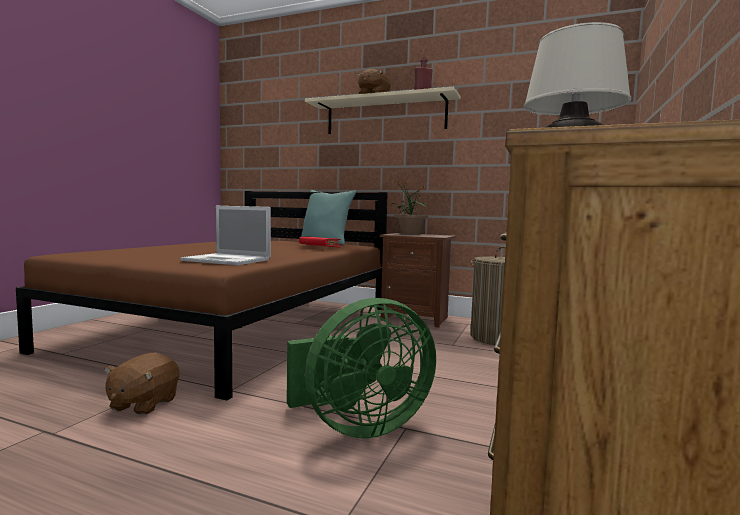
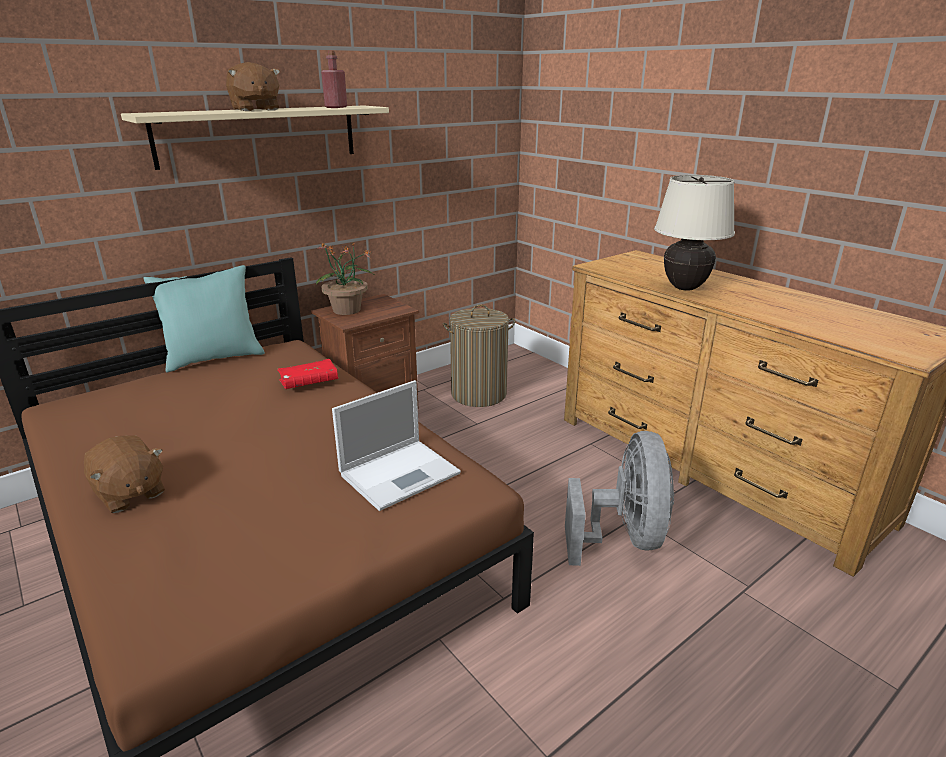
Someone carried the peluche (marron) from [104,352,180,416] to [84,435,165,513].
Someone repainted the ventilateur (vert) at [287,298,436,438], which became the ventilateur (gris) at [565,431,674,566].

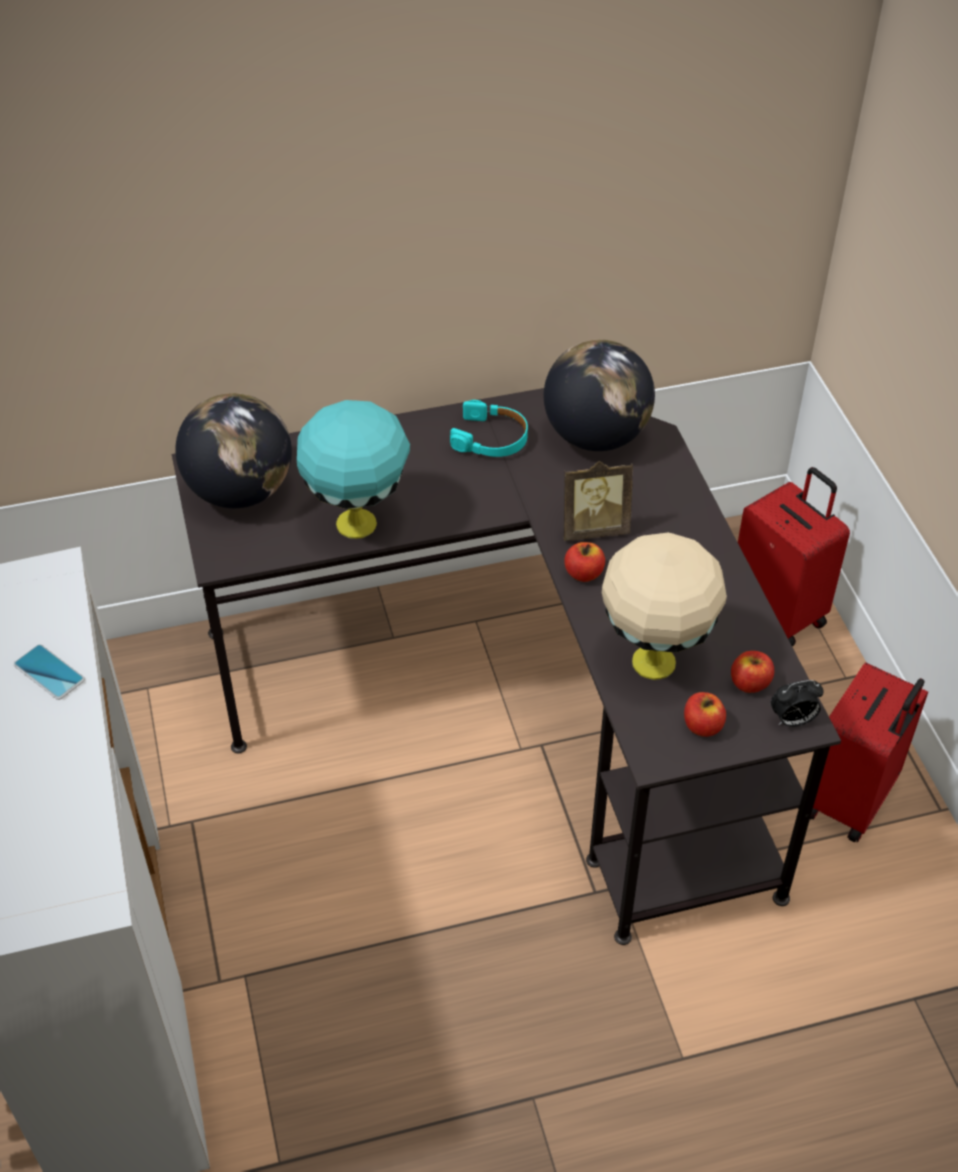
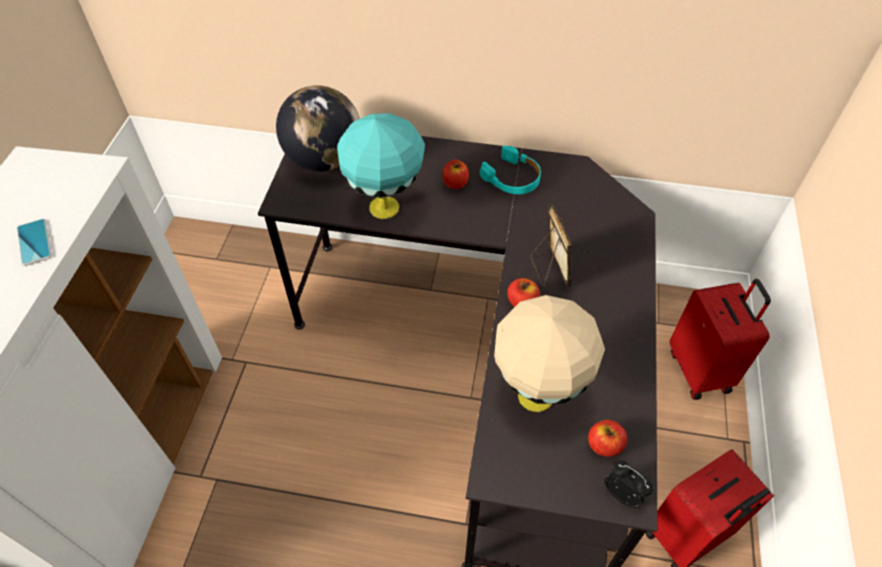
Someone carried the pomme from [684,692,726,737] to [442,160,469,189].
Someone rotated the cadre photo at [564,461,633,541] by 120 degrees counterclockwise.
Someone rotated the réveil at [771,680,824,727] by 150 degrees counterclockwise.
Someone took away the globe at [544,339,655,451].

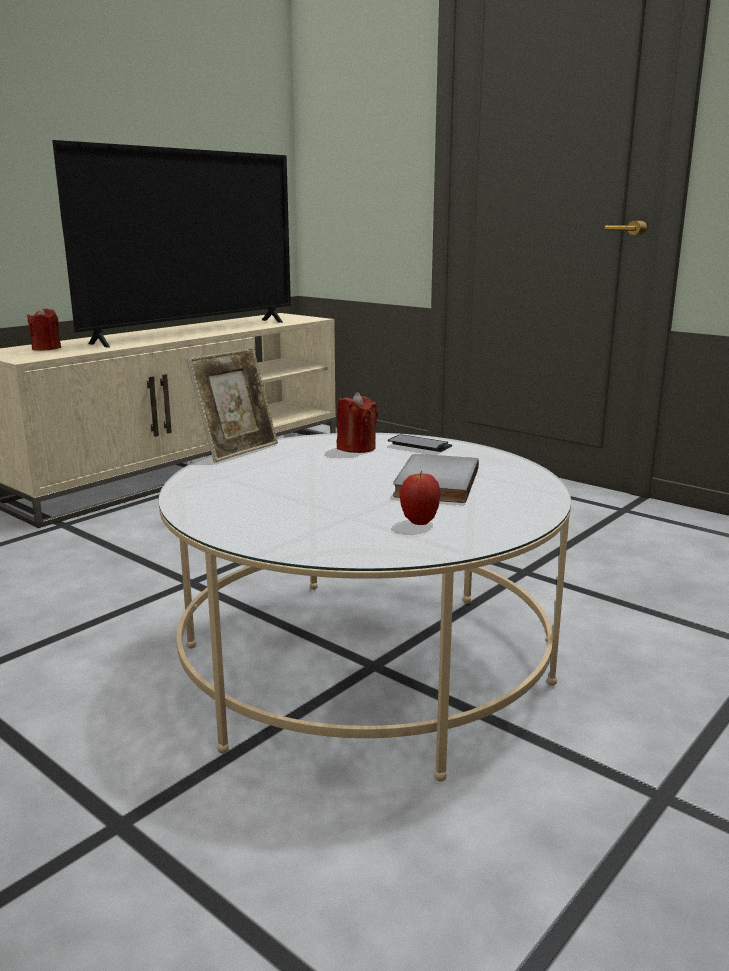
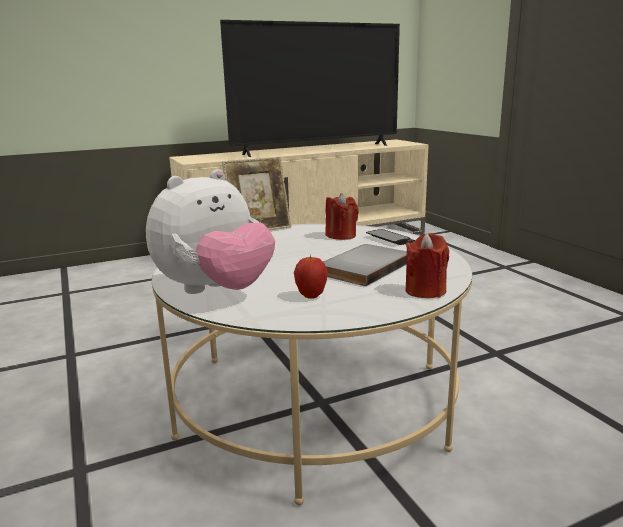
Someone put down the peluche at [146,169,275,294].
Someone carried the bougie (rouge) from [27,307,61,351] to [405,233,449,298].

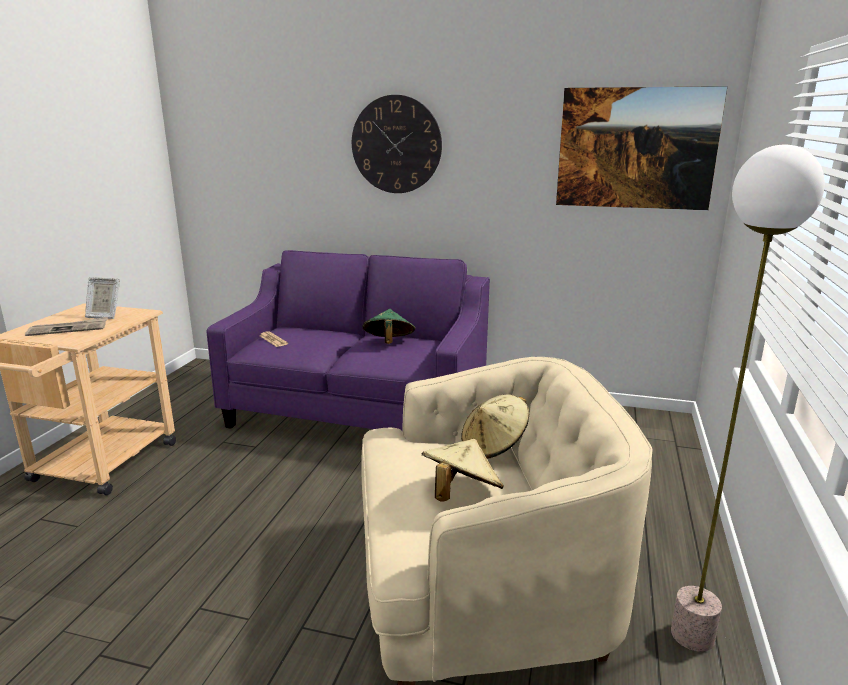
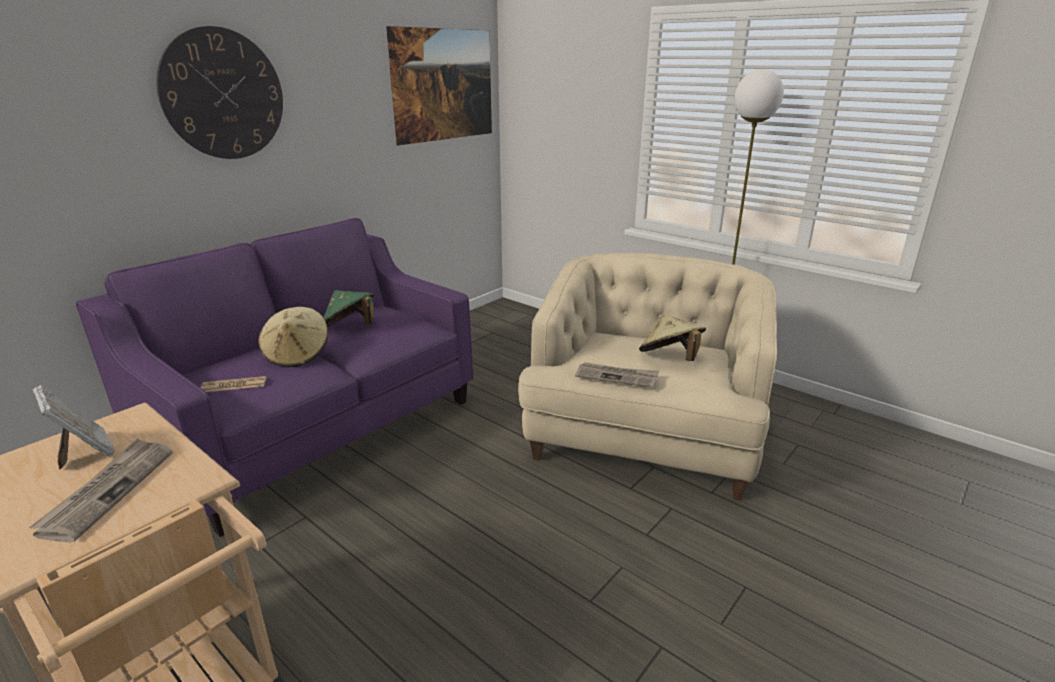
Someone rotated the cadre photo at [85,277,120,319] by 75 degrees counterclockwise.
Someone carried the chapeau (beige) from [461,395,529,459] to [258,307,328,367].
Someone put down the journal at [575,362,659,388].

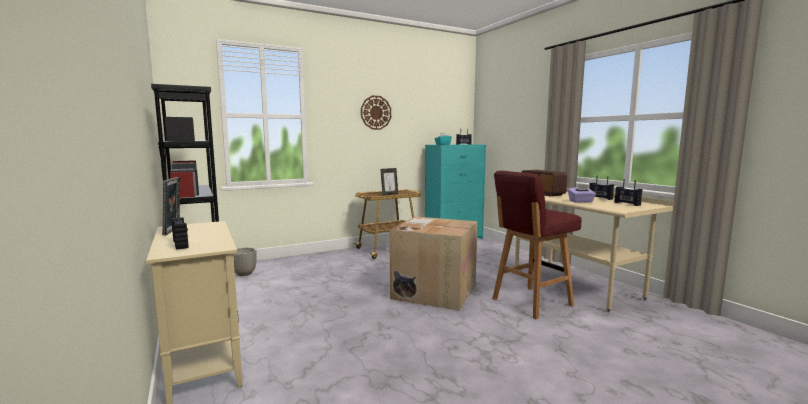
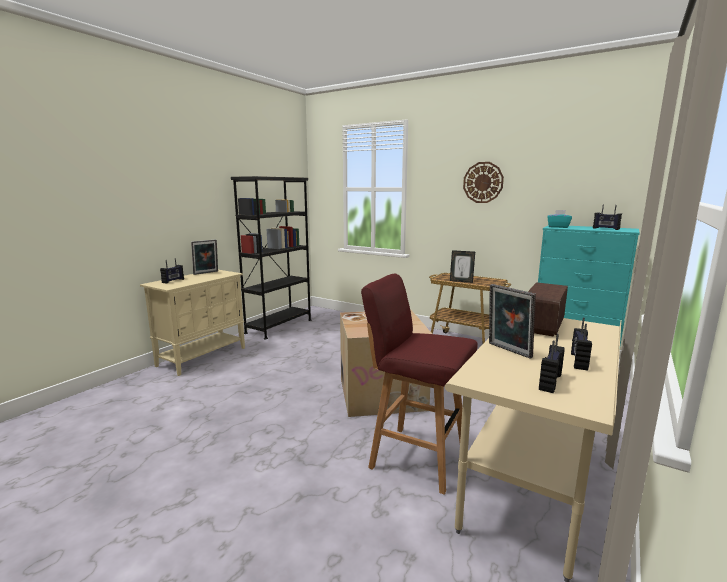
Someone swapped the boîte à mouchoirs (violet) at [568,184,596,203] for the cadre photo at [489,284,536,359].
Someone took away the cache-pot at [233,247,257,276].

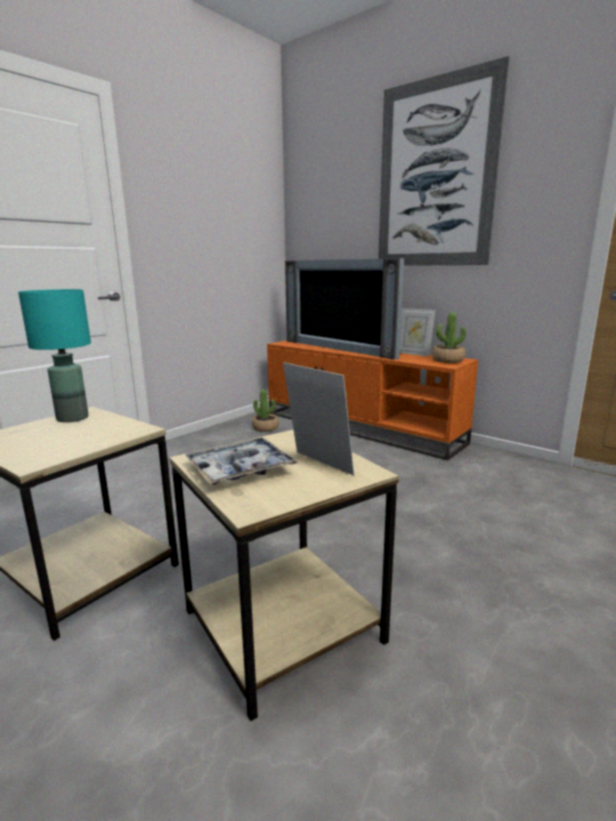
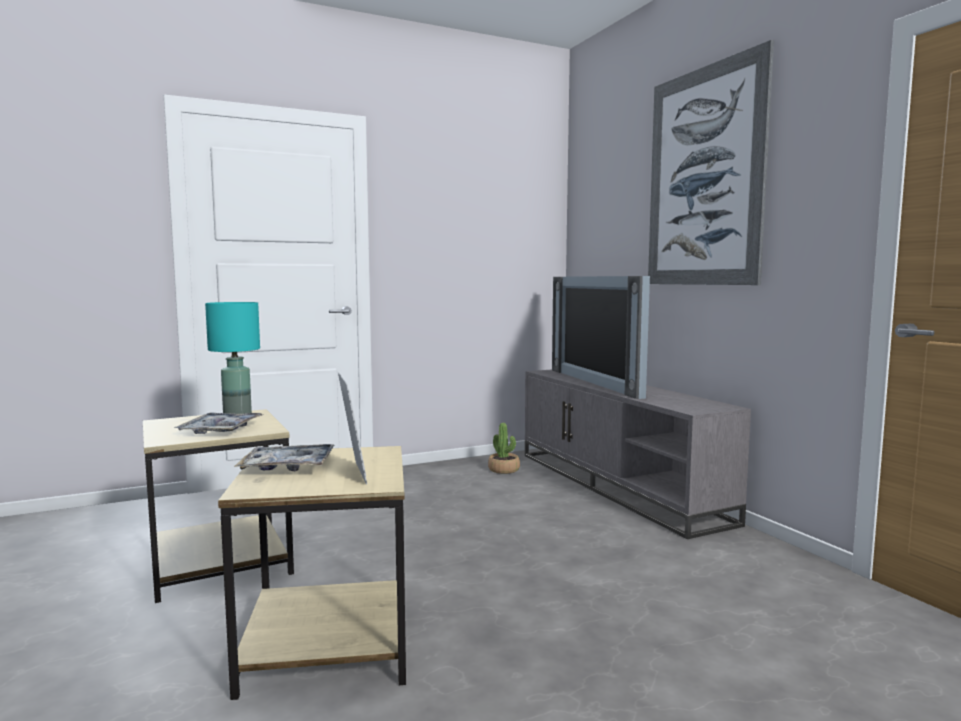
Someone put down the plateau at [174,412,263,434].
Someone repainted the meuble télé (orange) at [267,340,478,461], which became the meuble télé (gris) at [525,369,751,539].
Someone took away the cadre photo at [400,308,436,356].
Someone took away the plante en pot at [432,312,466,363].

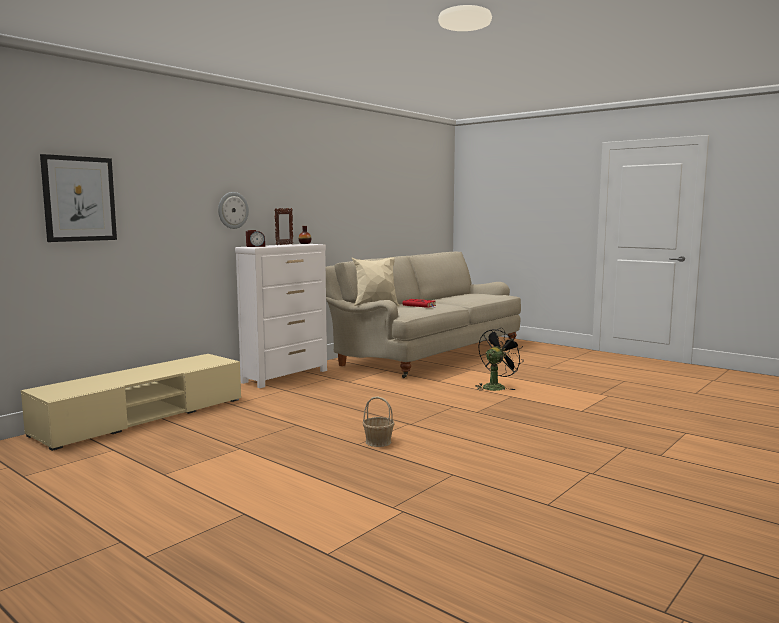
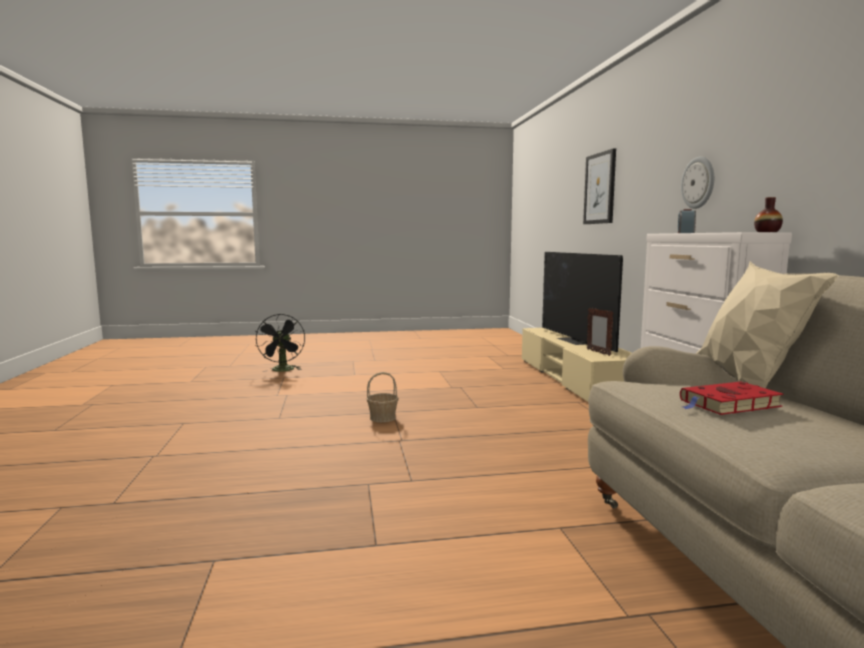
Someone carried the ventilateur (noir) from [475,327,523,391] to [255,314,305,372].
Someone put down the téléviseur at [542,252,623,352].
Someone carried the cadre photo from [274,208,293,245] to [587,308,614,356].

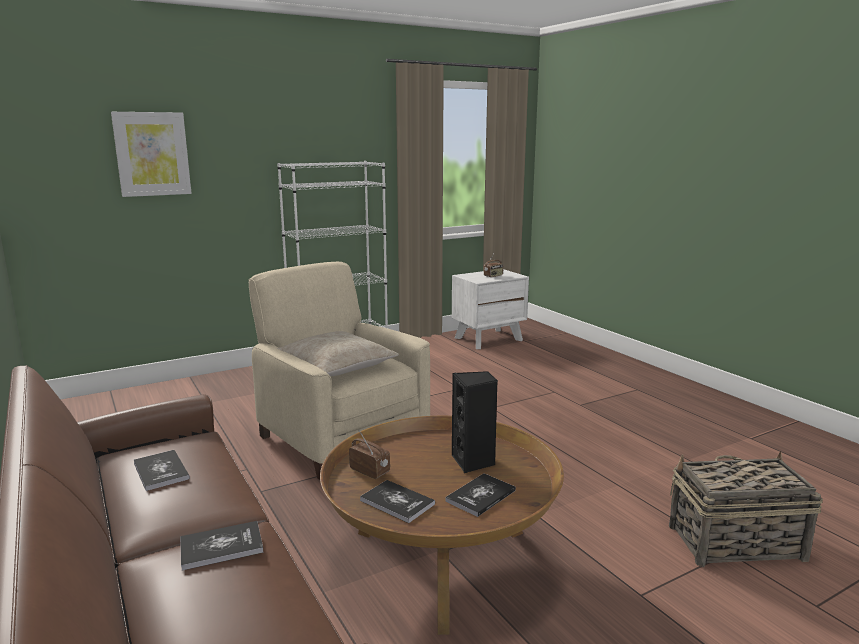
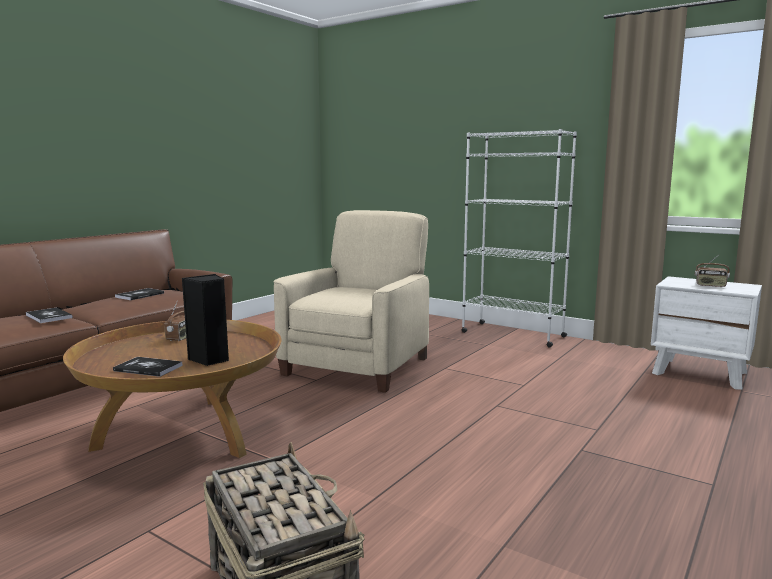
Someone took away the tableau at [111,112,192,197].
Someone took away the coussin (beige) at [277,331,399,376].
Someone took away the livre at [360,480,435,523].

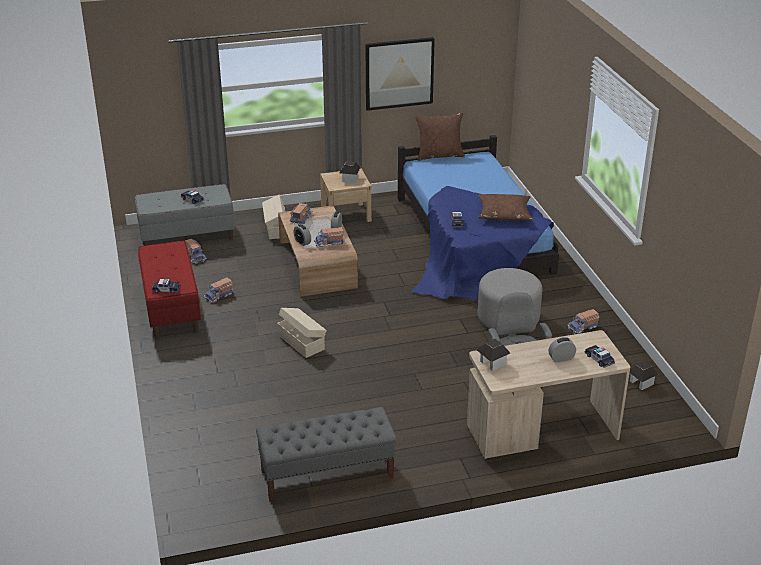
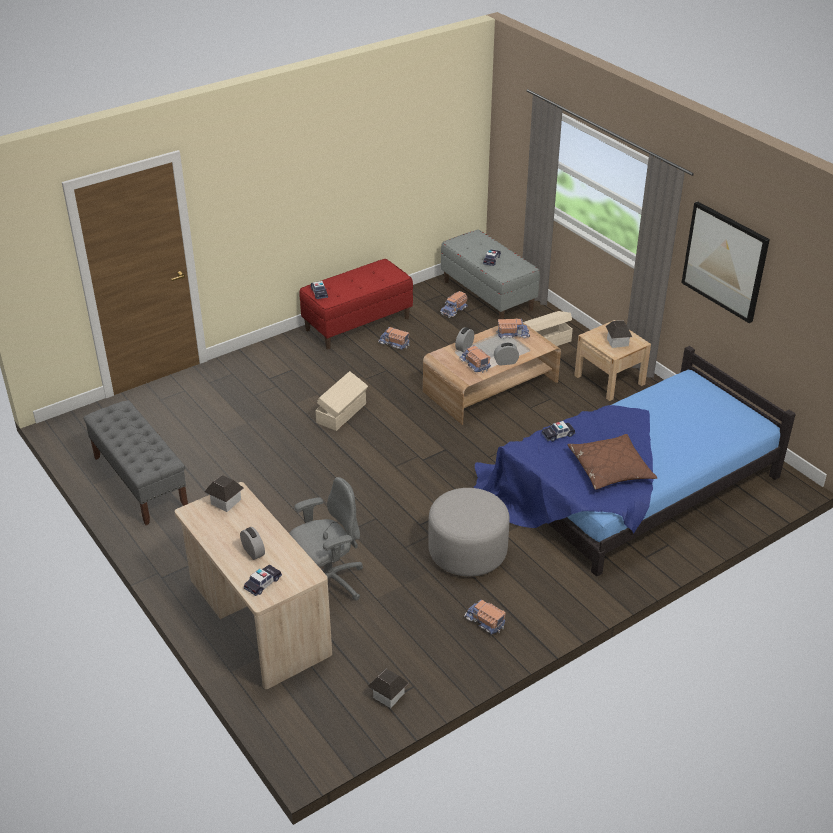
Someone took away the coussin (marron) at [415,113,465,161].

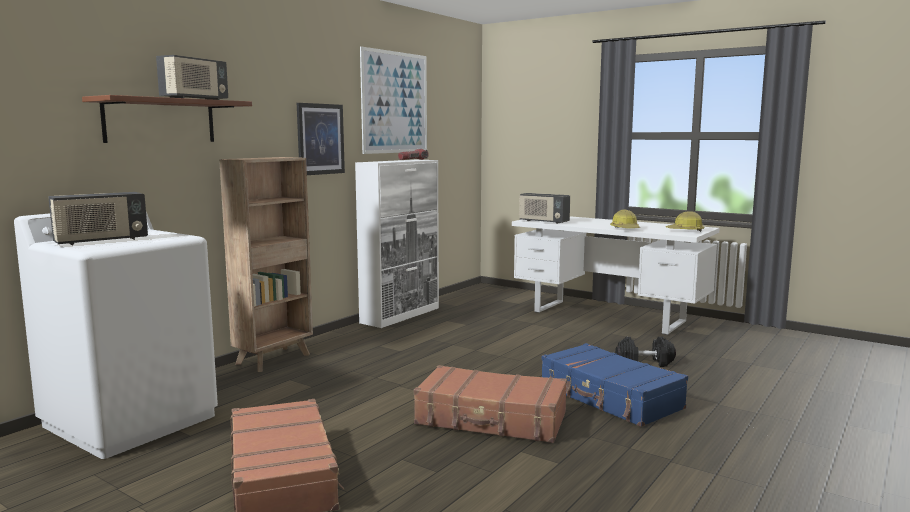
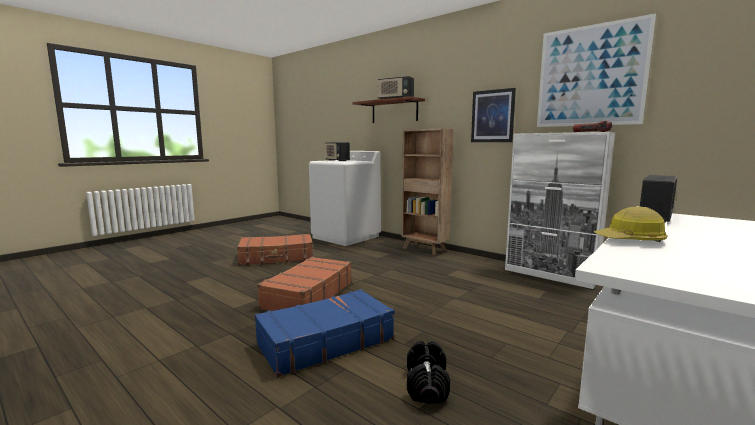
Someone took away the casque de chantier at [666,211,704,232].

